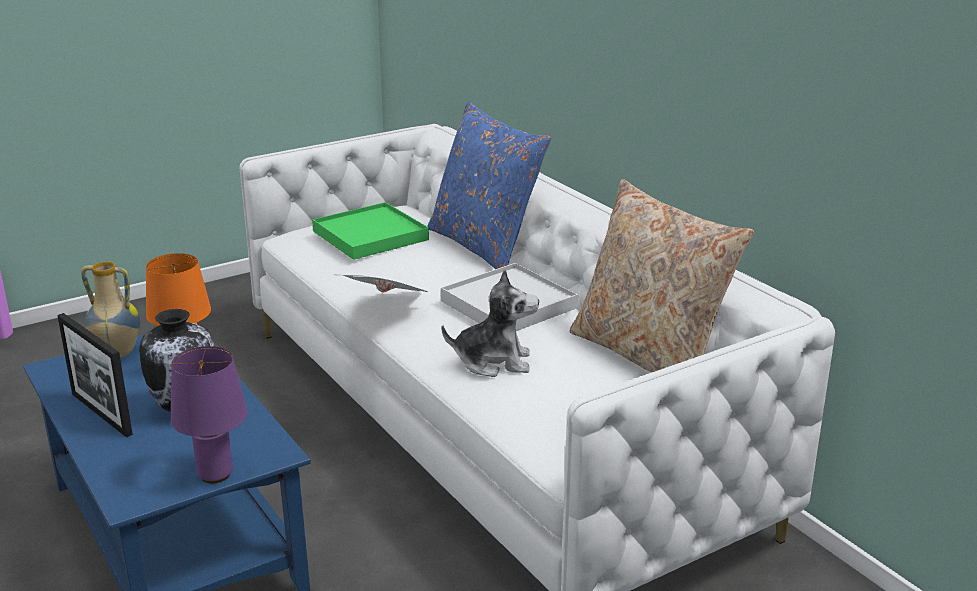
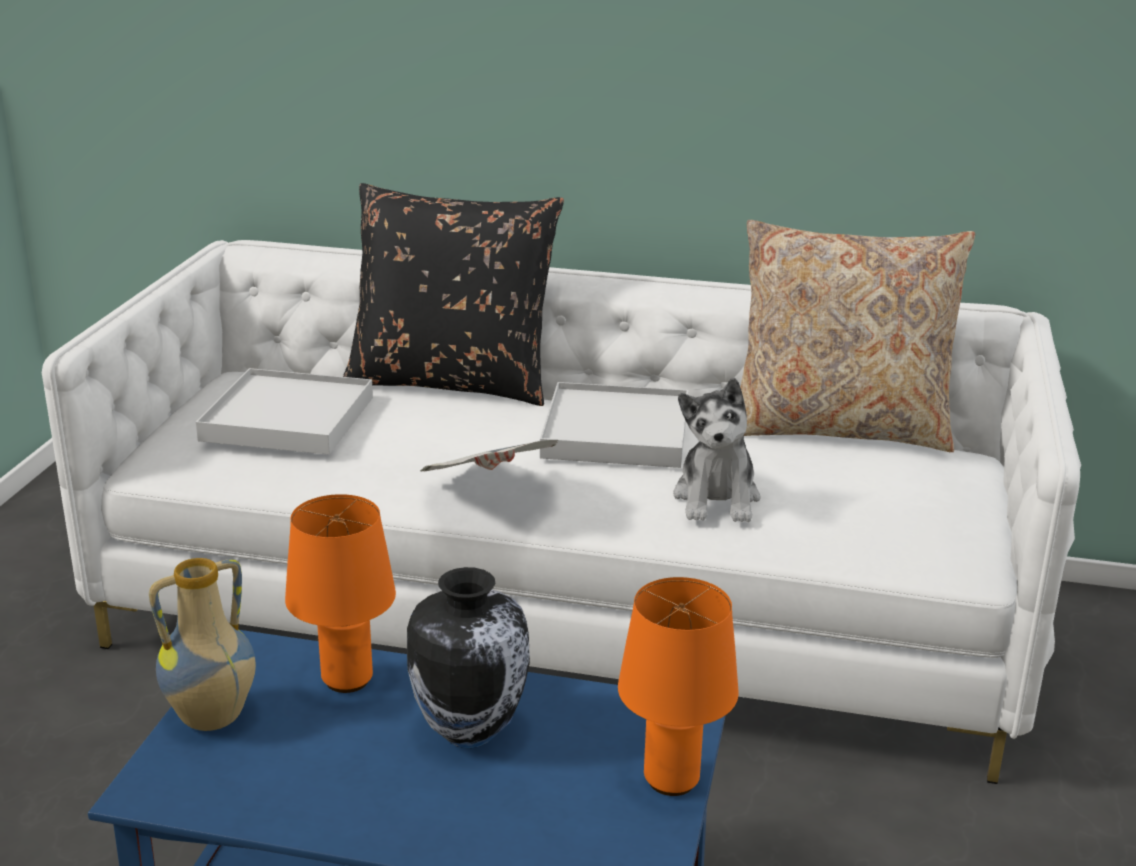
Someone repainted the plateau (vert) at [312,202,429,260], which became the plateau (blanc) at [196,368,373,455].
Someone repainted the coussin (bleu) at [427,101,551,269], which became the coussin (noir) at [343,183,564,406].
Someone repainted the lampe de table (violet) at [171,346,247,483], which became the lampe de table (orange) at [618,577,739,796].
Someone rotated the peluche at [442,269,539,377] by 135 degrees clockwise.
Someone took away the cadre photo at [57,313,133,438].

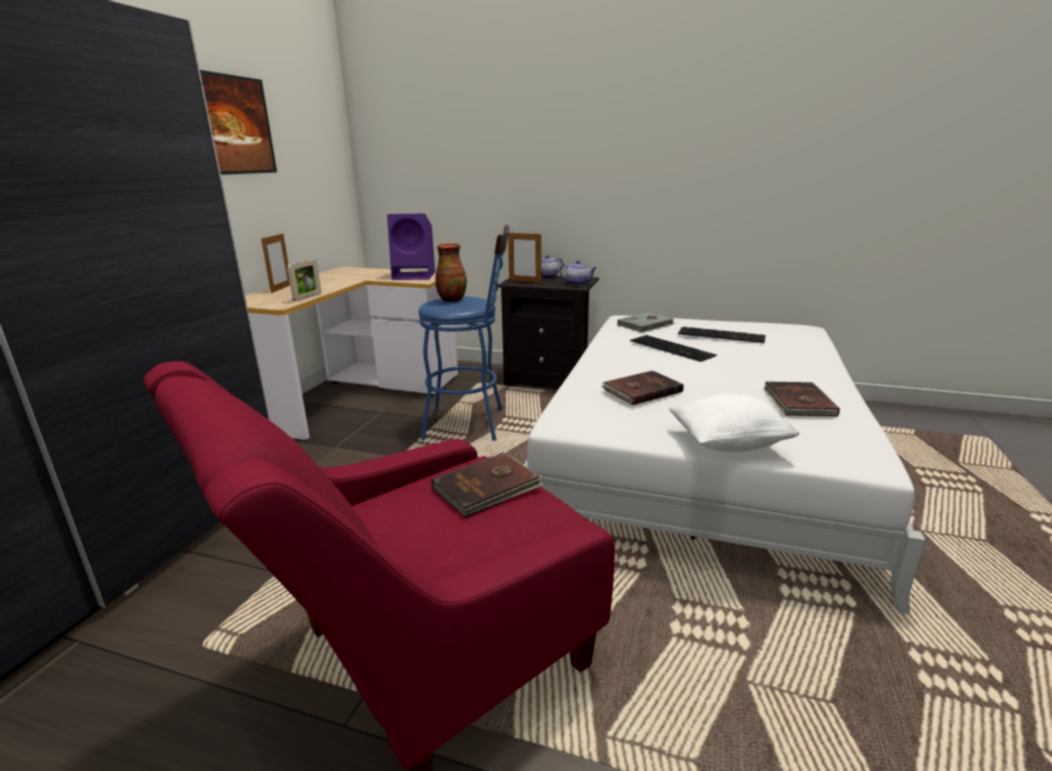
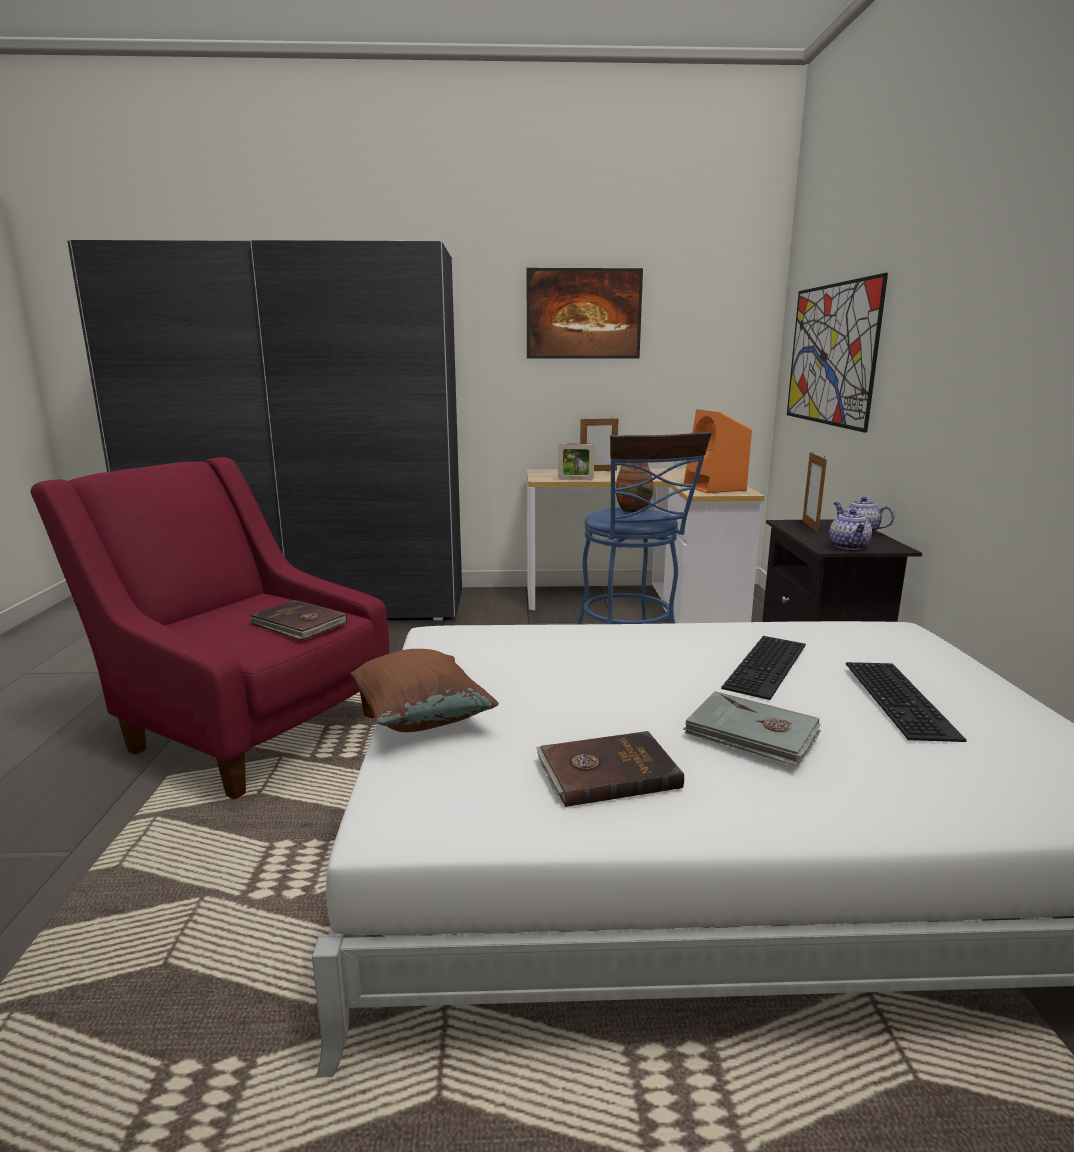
Someone repainted the coussin (blanc) at [669,394,799,452], which became the coussin (marron) at [350,649,499,732].
Someone carried the livre (gris) from [617,312,675,332] to [683,691,821,766].
Someone repainted the enceinte (violet) at [387,214,435,280], which became the enceinte (orange) at [684,409,752,493].
Someone put up the tableau at [787,273,888,433].
Someone took away the livre (marron) at [601,371,684,405].

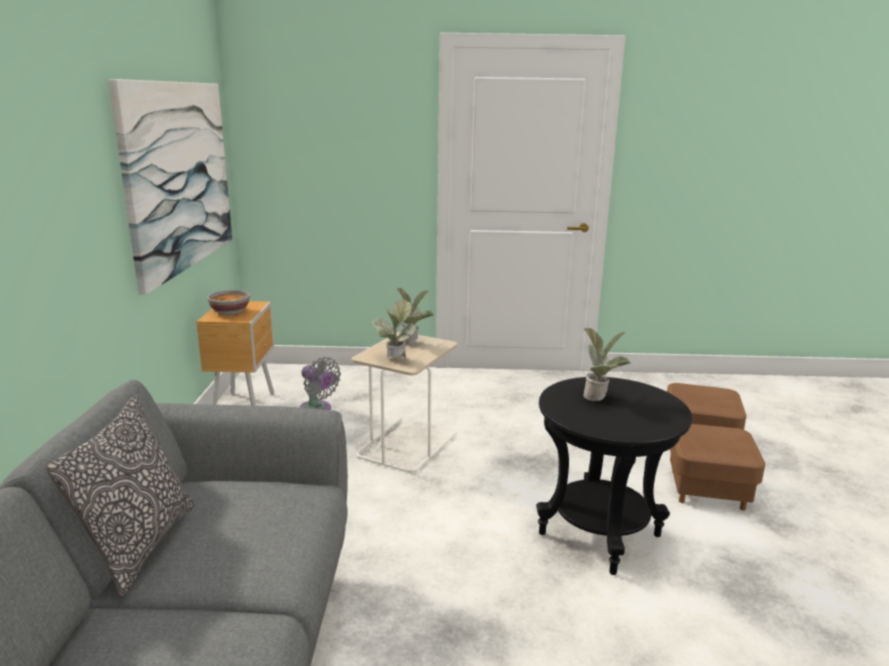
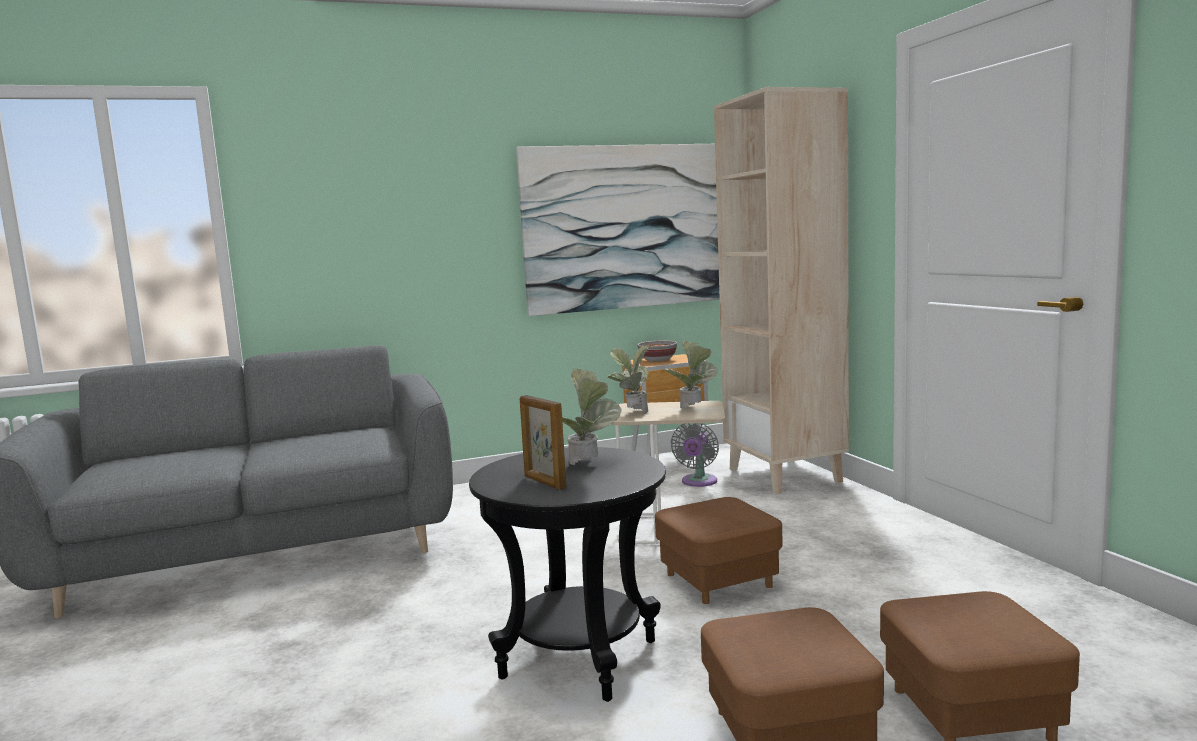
Someone put down the cadre photo at [520,395,566,490].
Someone put down the pouf (marron) at [655,497,783,604].
Someone put down the bibliothèque (beige) at [714,87,849,494].
Someone took away the coussin at [47,395,194,597].

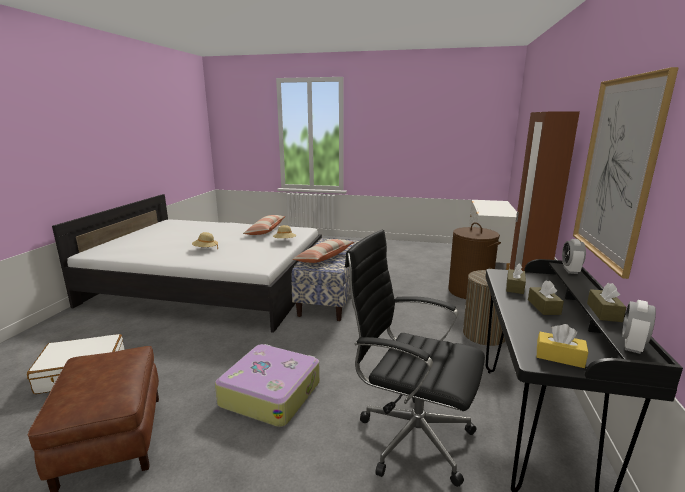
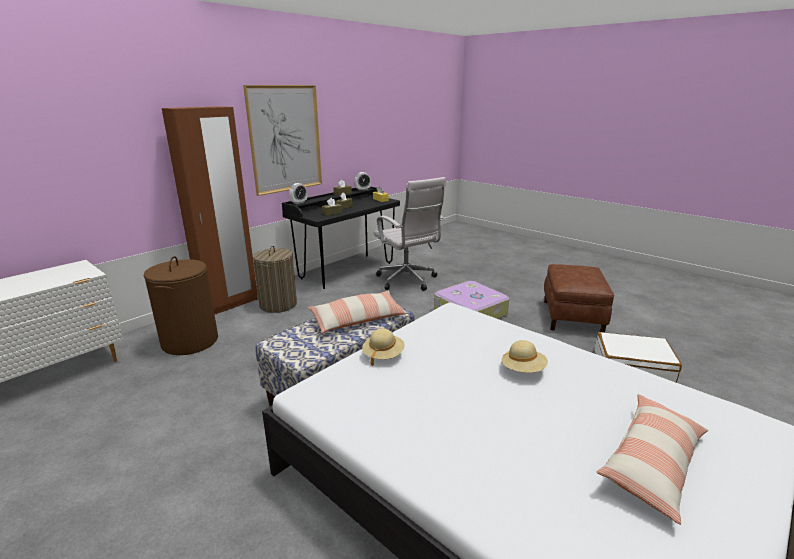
Someone repainted the chaise de bureau (noir) at [345,230,485,487], which became the chaise de bureau (blanc) at [374,177,446,291].
Someone carried the coussin from [243,215,286,235] to [597,394,708,525].

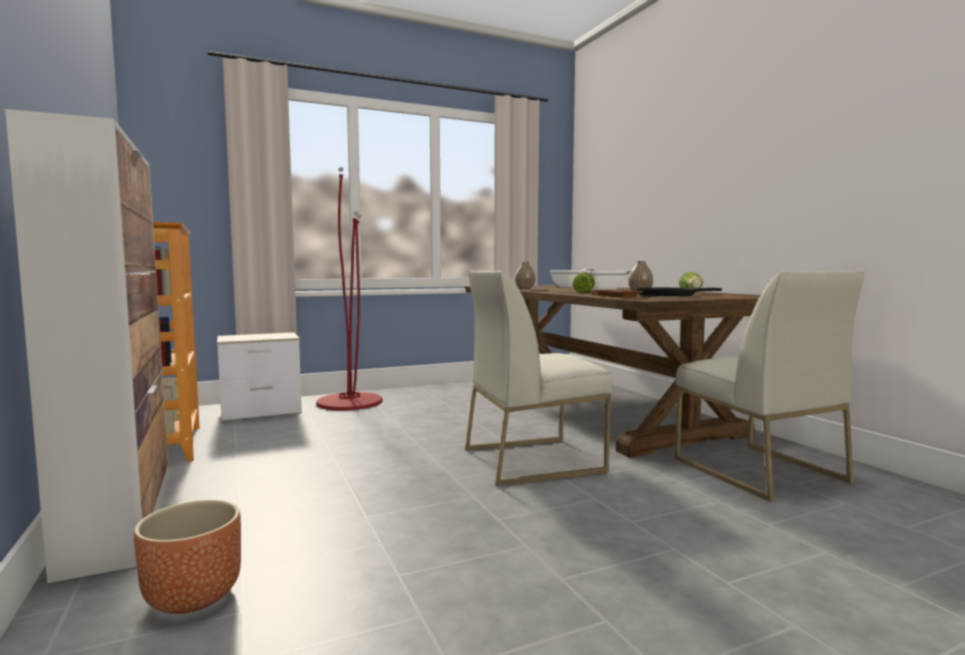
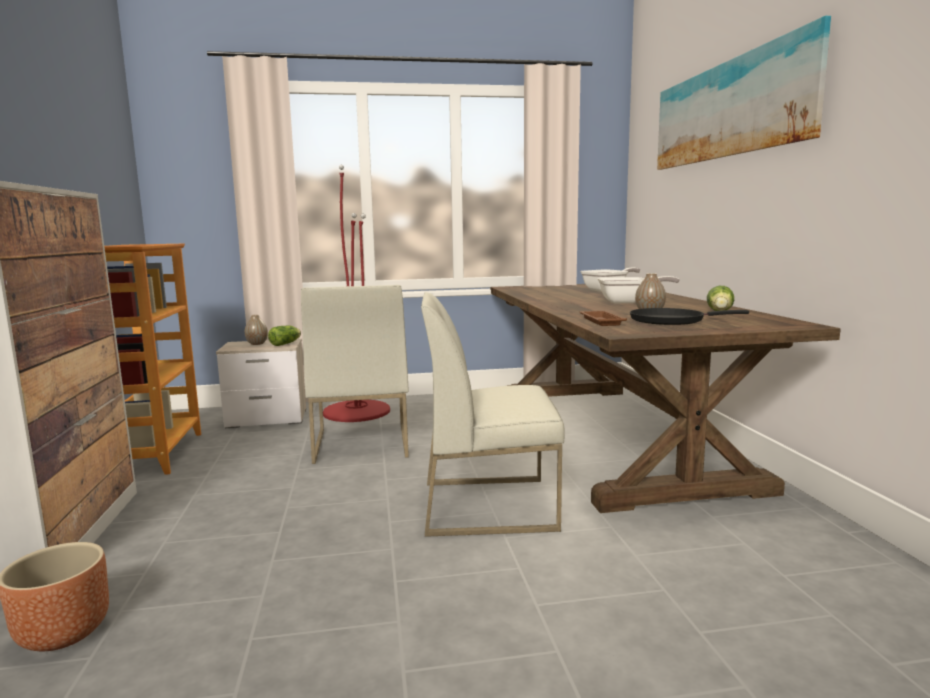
Someone carried the vase from [515,262,536,289] to [245,315,268,345].
Someone carried the laitue from [573,272,595,293] to [268,325,301,346].
Someone carried the chaise (blanc) from [675,271,865,502] to [301,285,409,464].
Someone put up the tableau at [657,16,831,170].

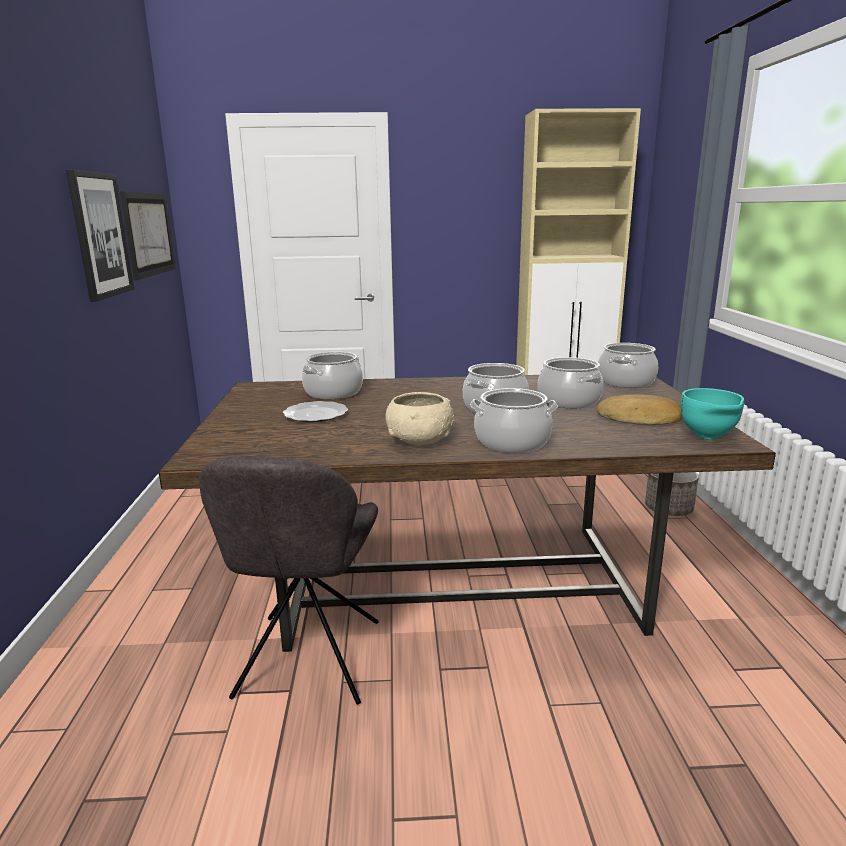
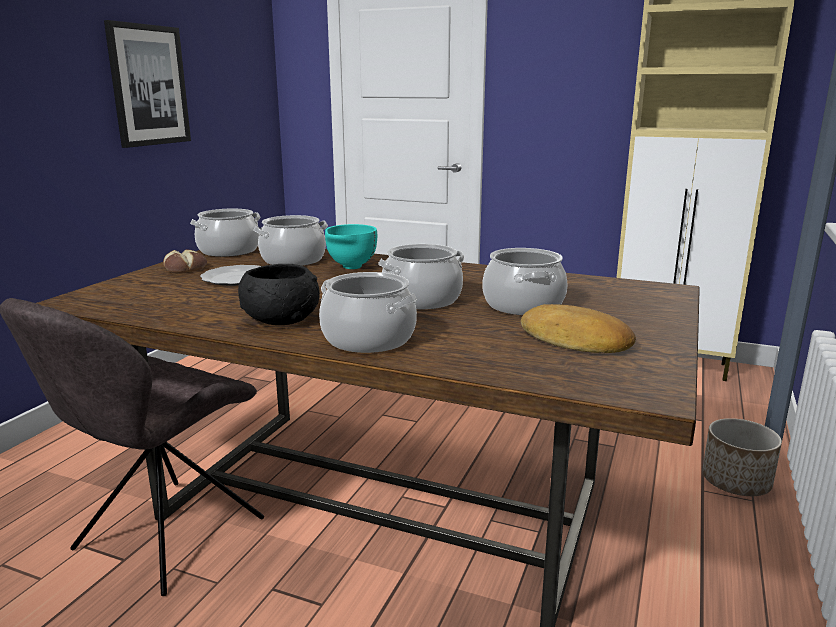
Someone put down the pain at [163,250,207,273].
Someone carried the marmite from [598,343,658,388] to [190,209,261,257].
Someone repainted the bol (beige) at [385,392,454,445], which became the bol (noir) at [238,264,320,325].
Someone carried the bol (turquoise) from [681,388,744,440] to [325,224,377,269].
Someone took away the tableau at [120,191,176,281].

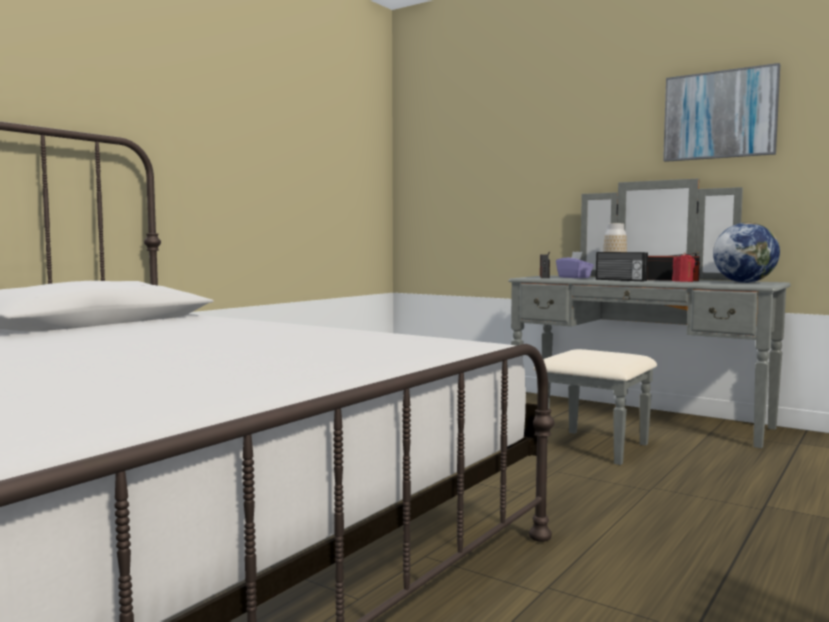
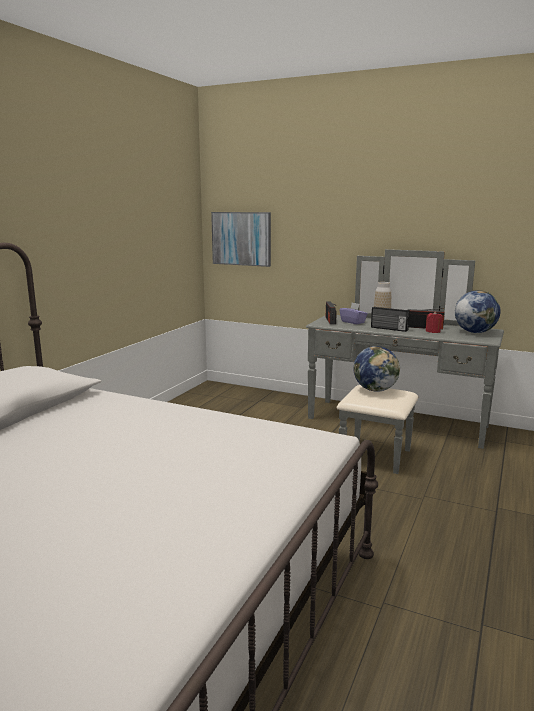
Someone carried the tableau from [663,63,780,162] to [211,212,271,267].
Someone put down the globe at [354,346,401,392].

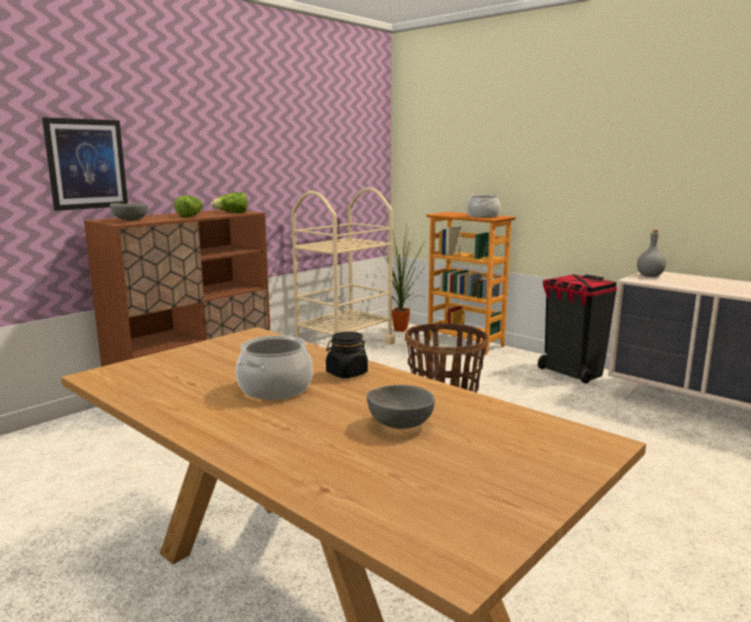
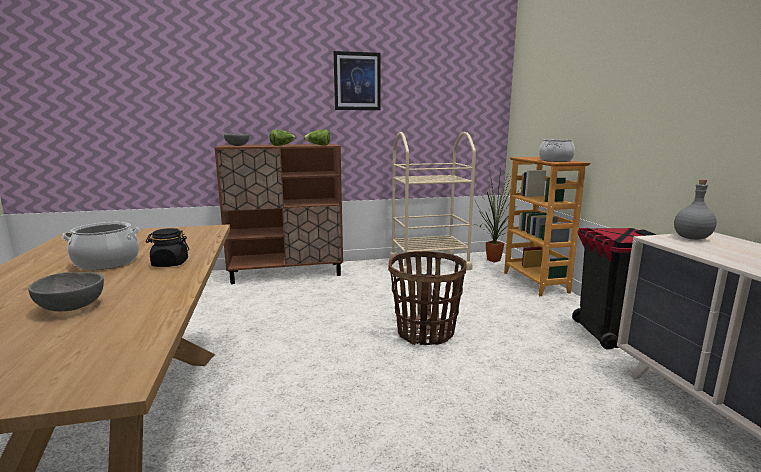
Someone carried the tableau from [42,117,128,211] to [334,51,380,110].

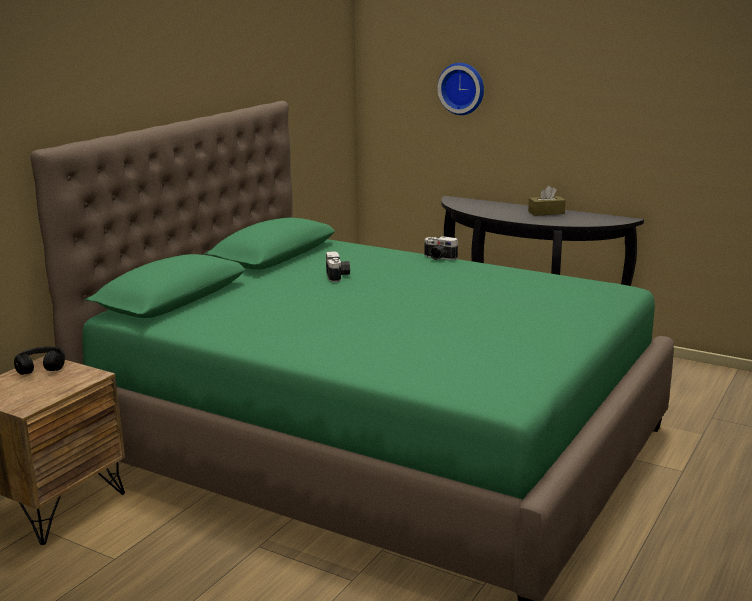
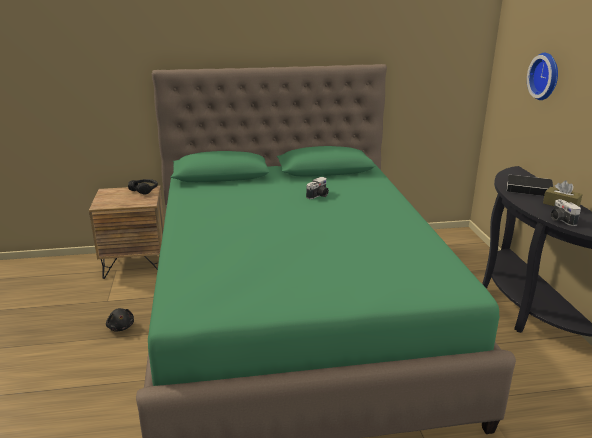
Someone put down the peluche (noir) at [106,308,134,331].
Someone put down the livre at [507,175,553,196].
Someone carried the appareil photo from [424,236,458,260] to [551,199,581,226].

